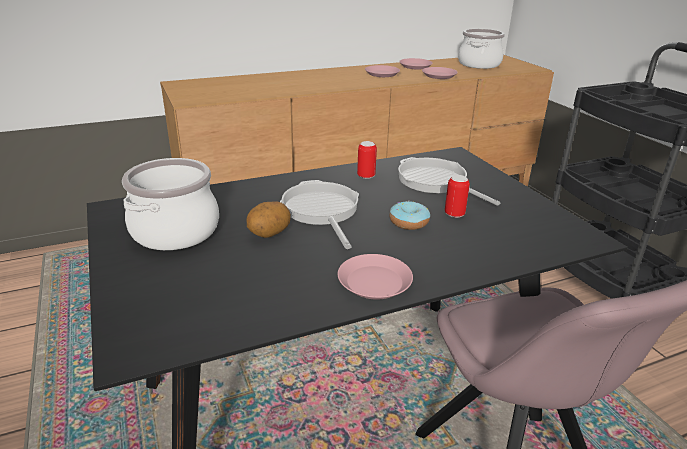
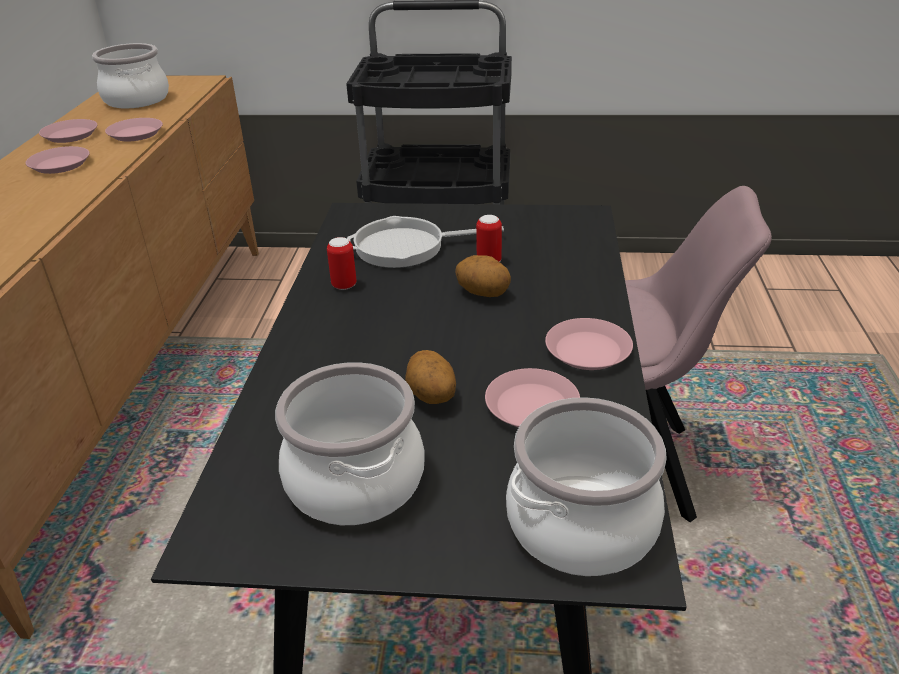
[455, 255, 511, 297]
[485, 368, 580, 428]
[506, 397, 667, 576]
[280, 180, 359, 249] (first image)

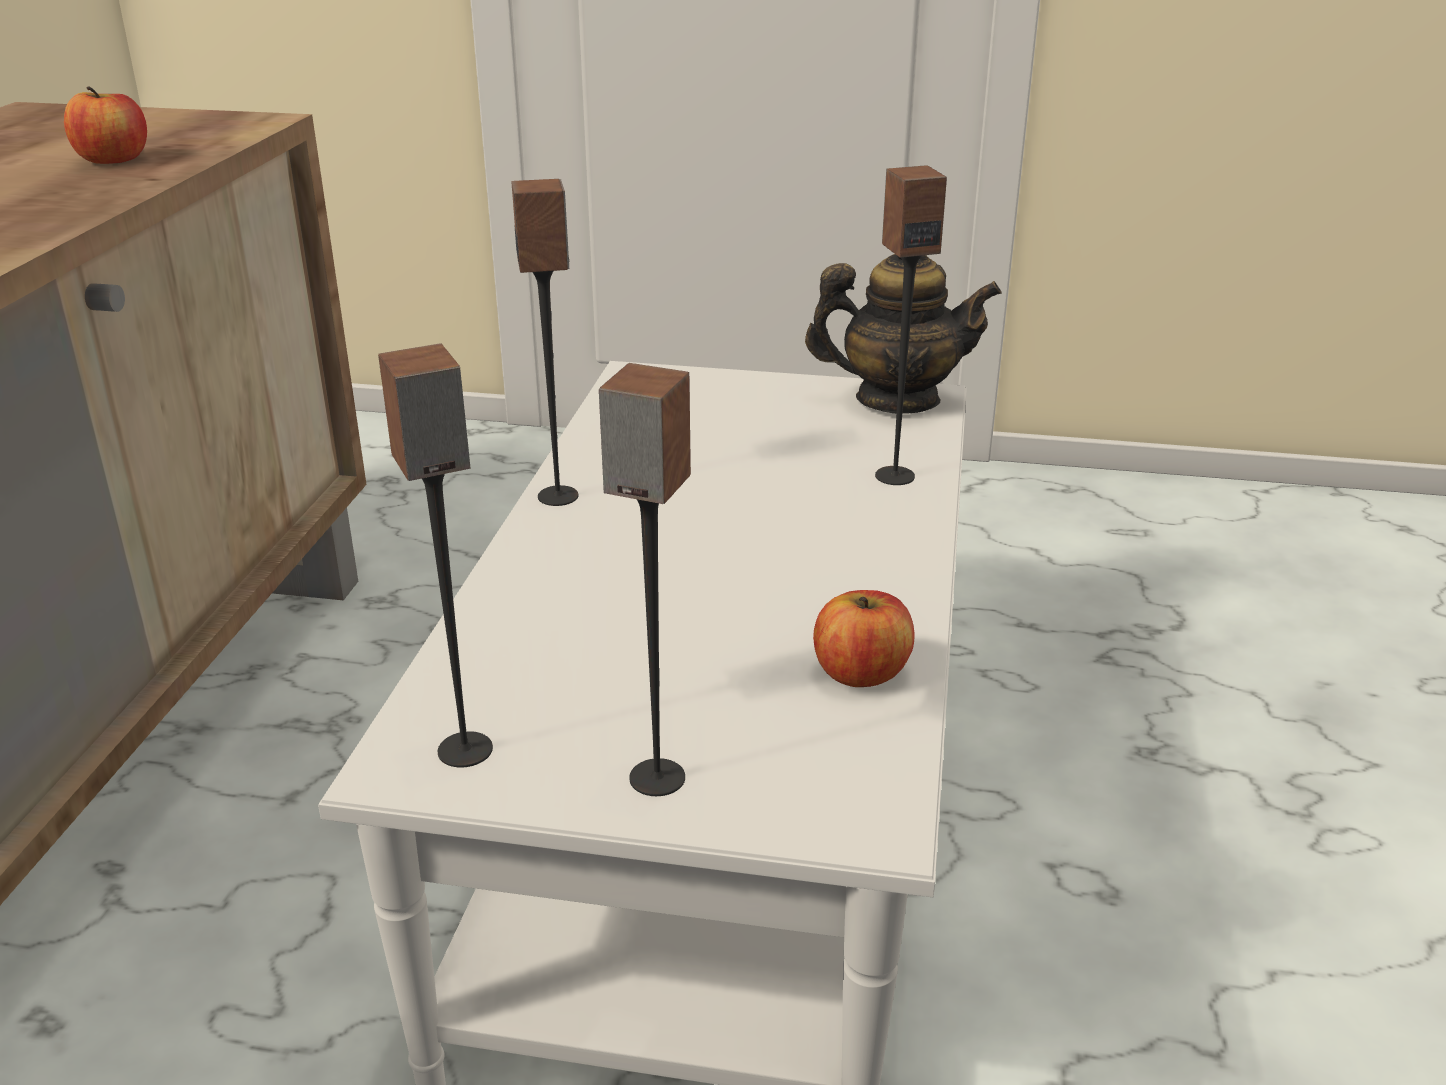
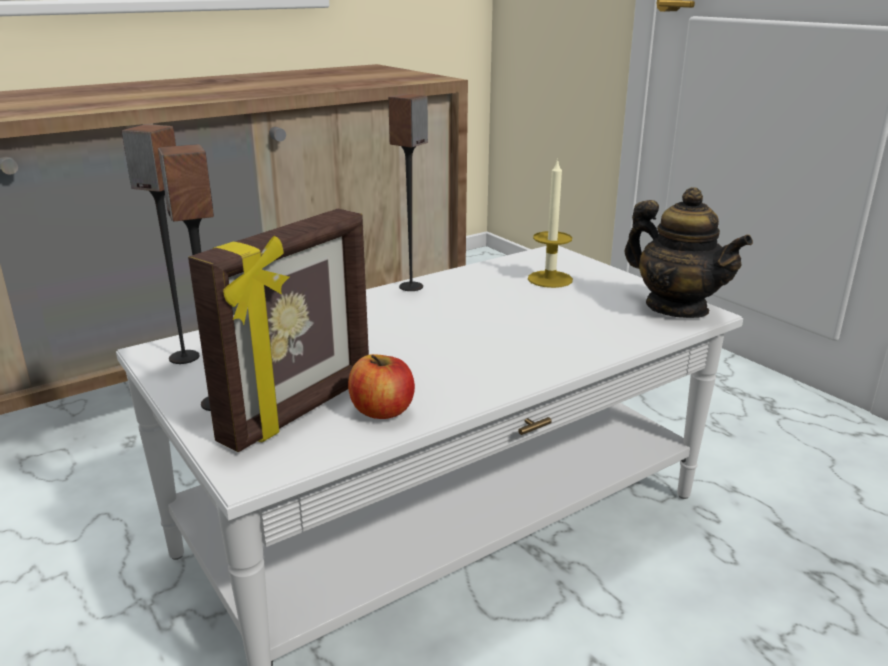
[188, 209, 369, 452]
[528, 158, 573, 288]
[64, 87, 147, 164] (first image)
[875, 165, 947, 485] (first image)

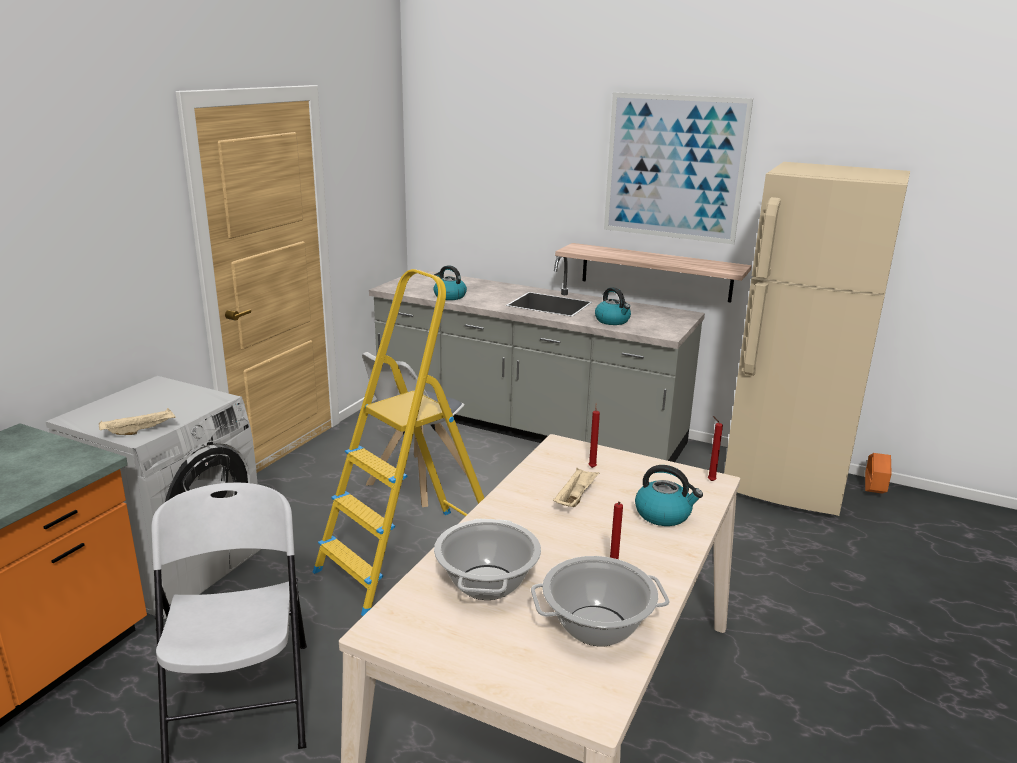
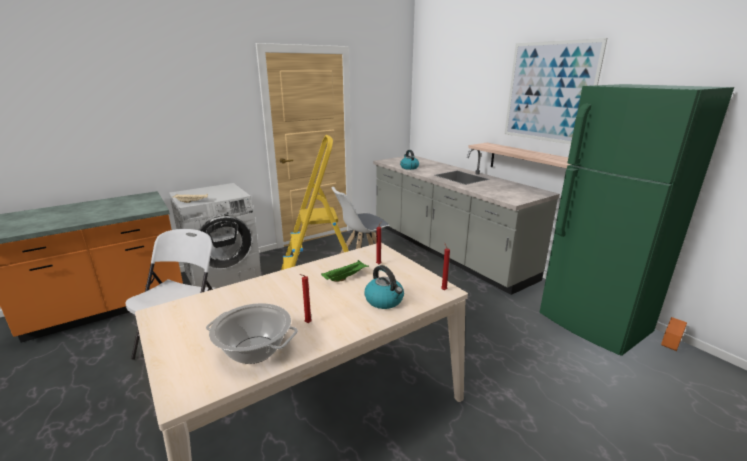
[321, 260, 369, 282]
[539, 84, 734, 356]
[434, 519, 541, 600] (first image)
[595, 287, 631, 325] (first image)

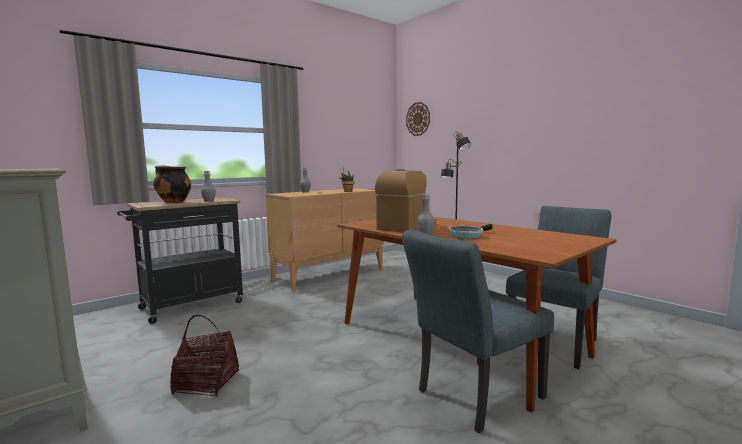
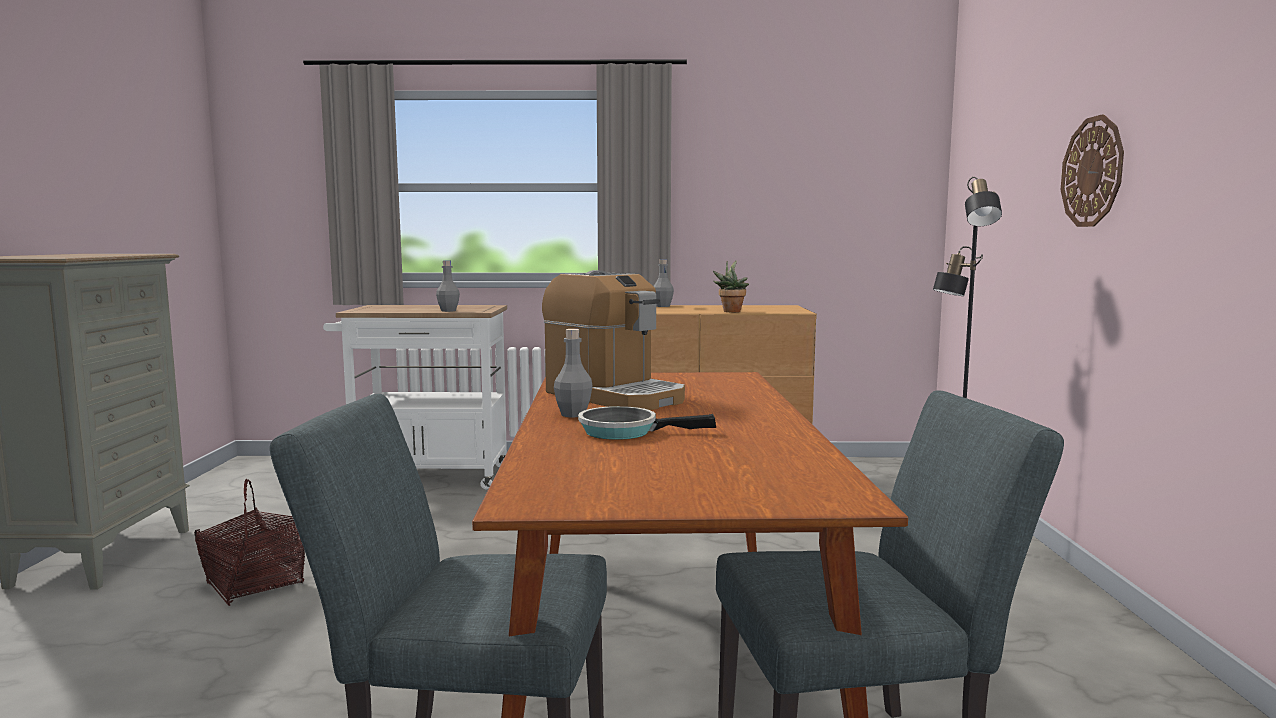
[323, 305, 507, 489]
[542, 270, 685, 410]
[1061, 114, 1124, 227]
[153, 165, 191, 203] (first image)

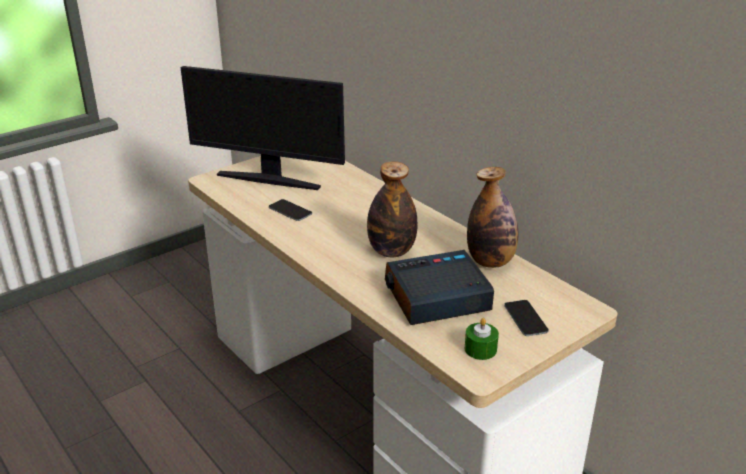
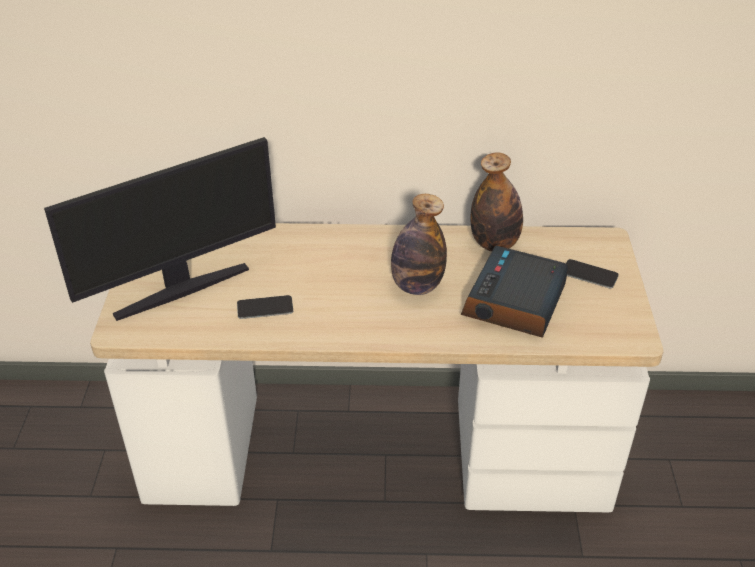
[465, 318, 499, 360] (first image)

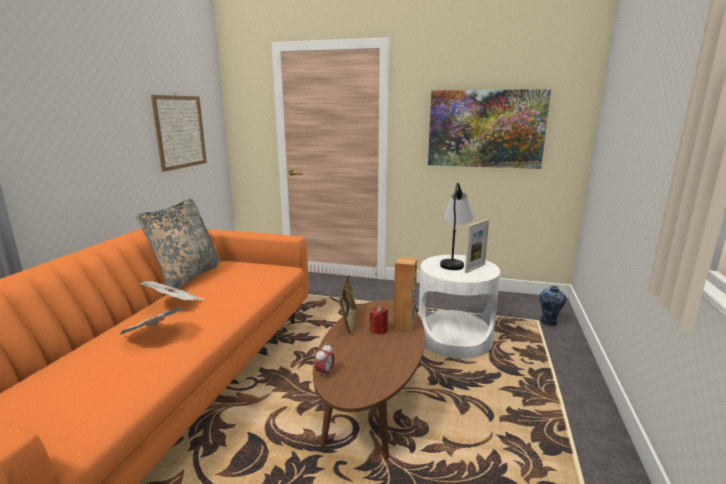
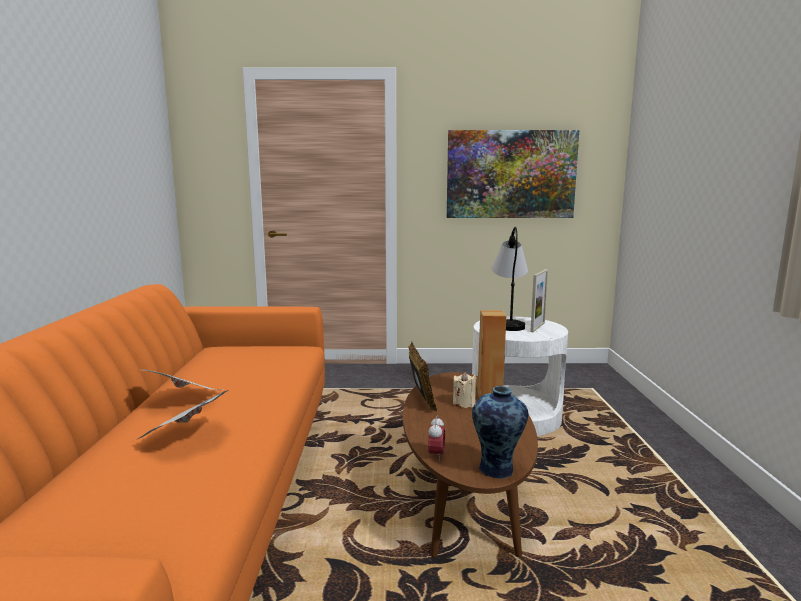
[453, 372, 476, 408]
[472, 386, 528, 479]
[136, 198, 219, 289] (first image)
[151, 93, 207, 172] (first image)

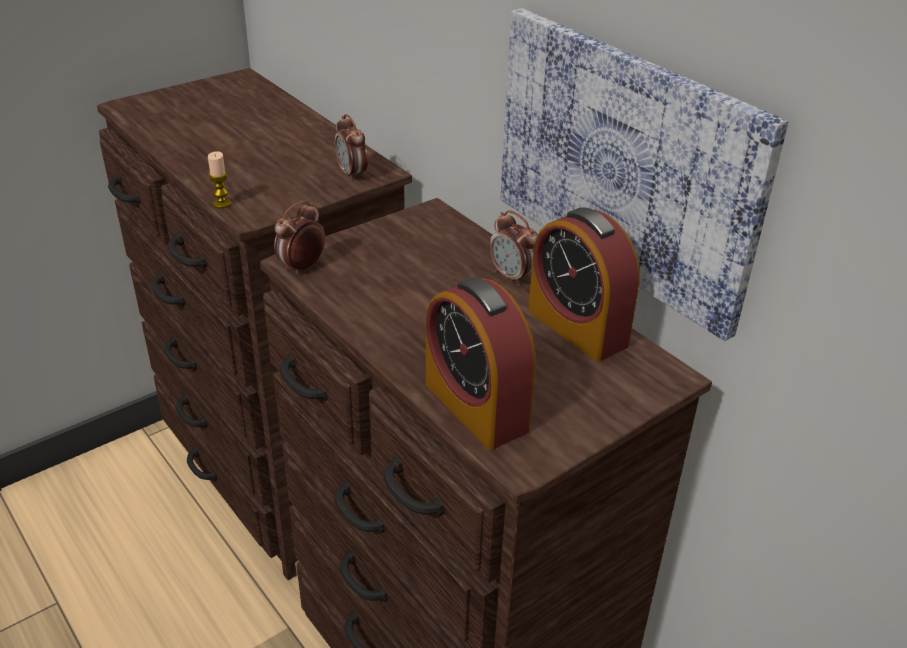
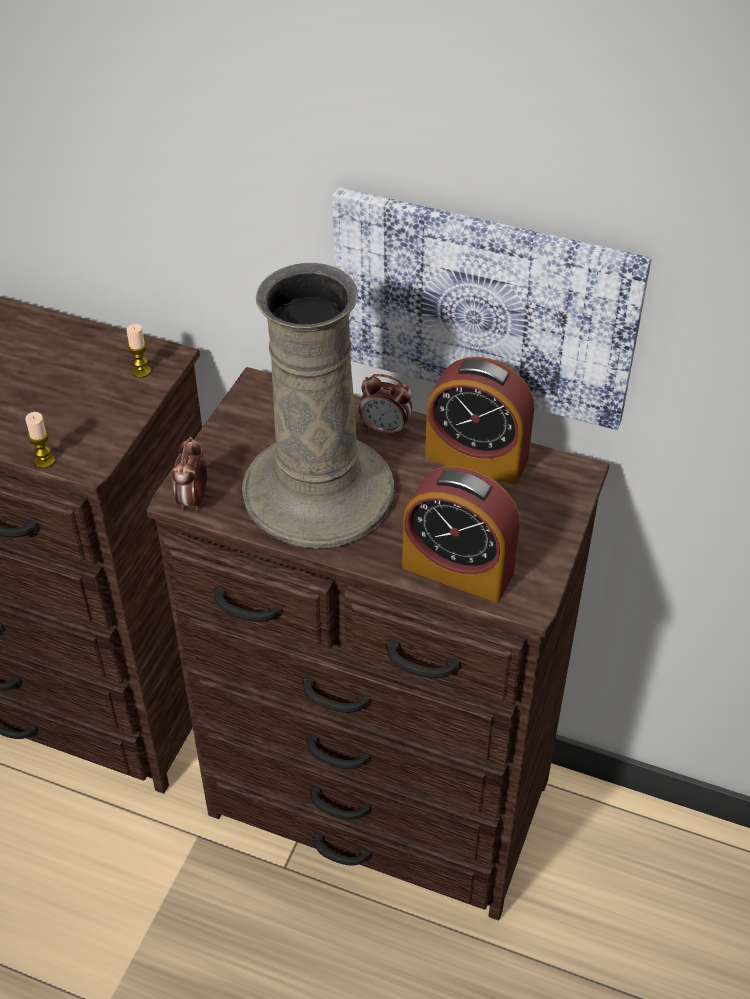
[126, 324, 151, 378]
[242, 263, 395, 549]

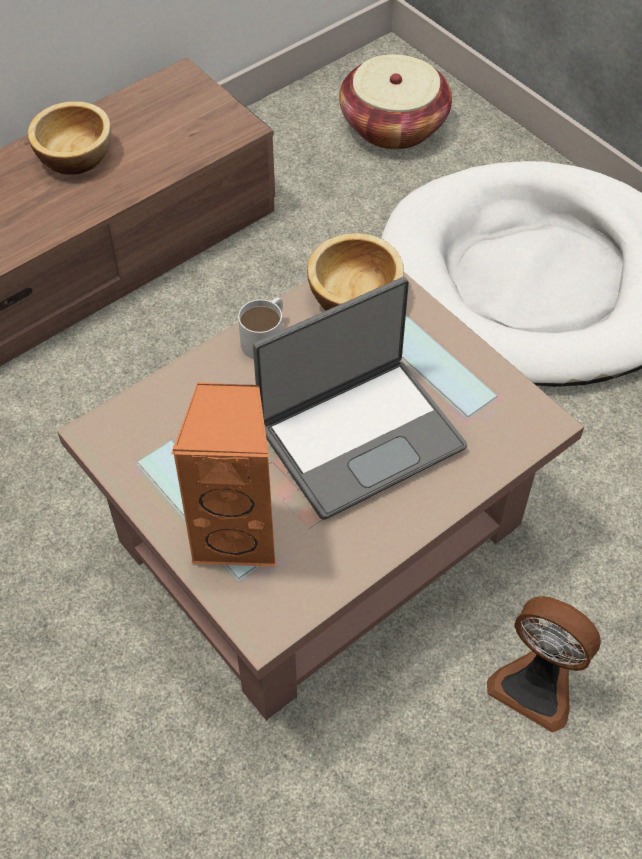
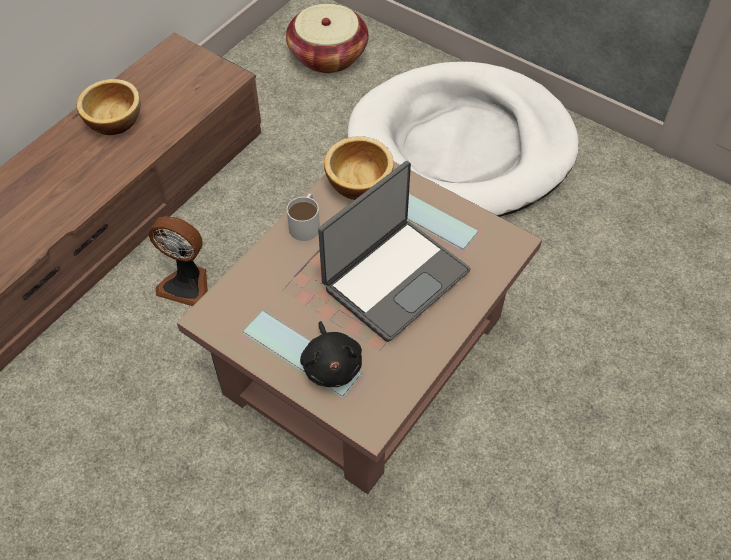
[149, 216, 208, 306]
[300, 321, 362, 387]

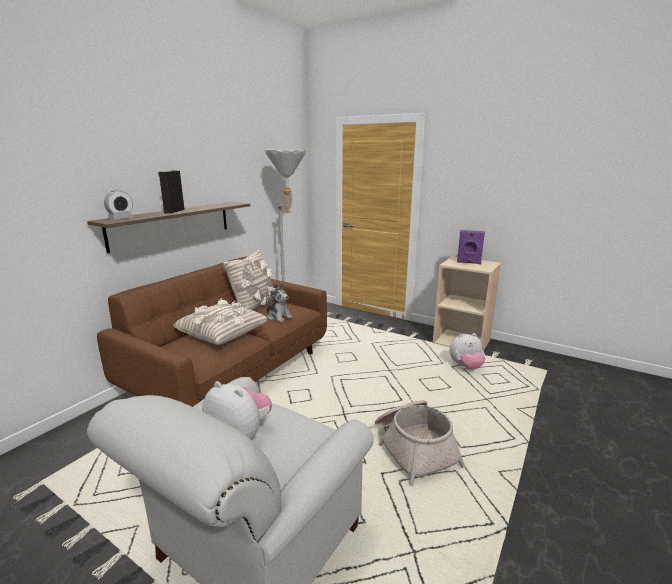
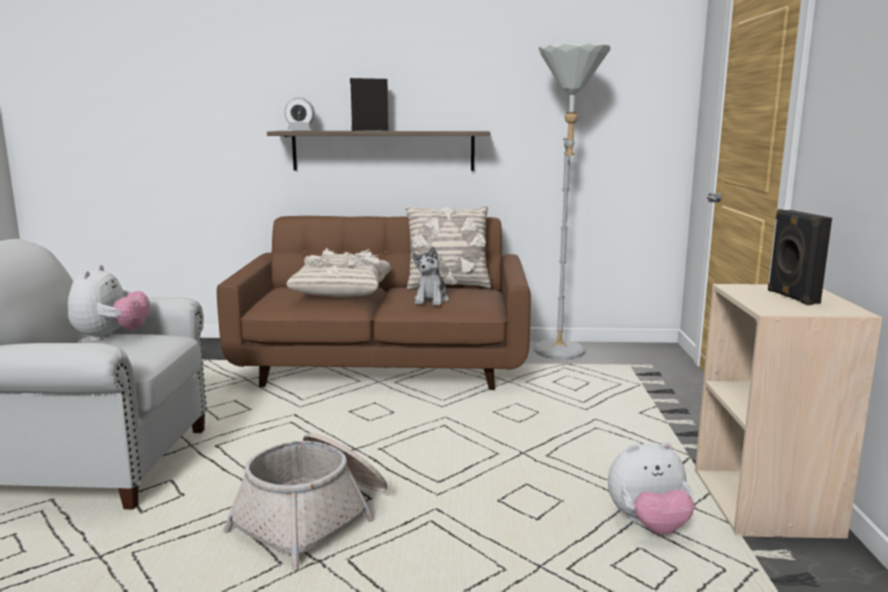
[608, 442, 695, 534]
[768, 209, 832, 305]

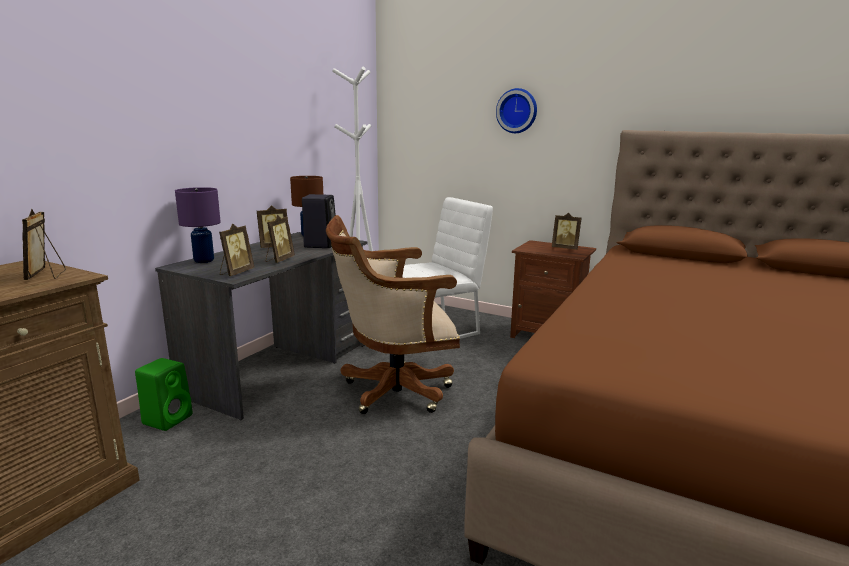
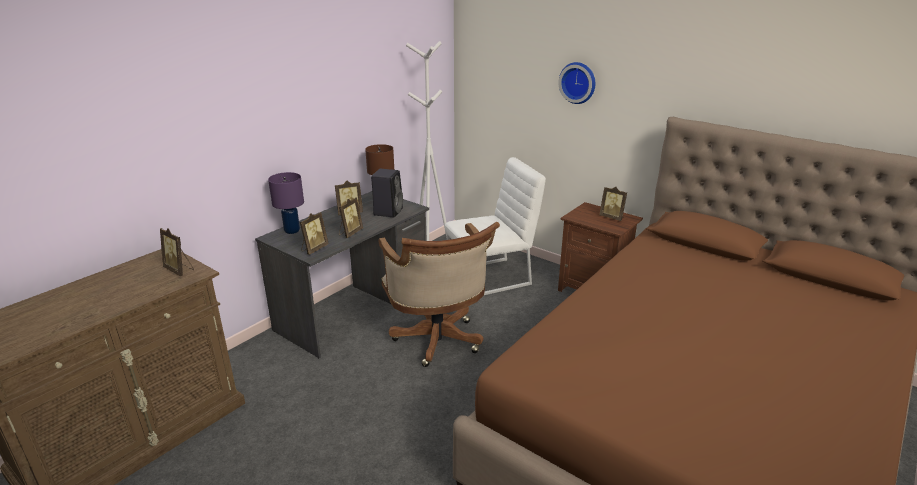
[160, 228, 194, 277]
[379, 222, 500, 367]
[135, 358, 192, 431] (first image)

